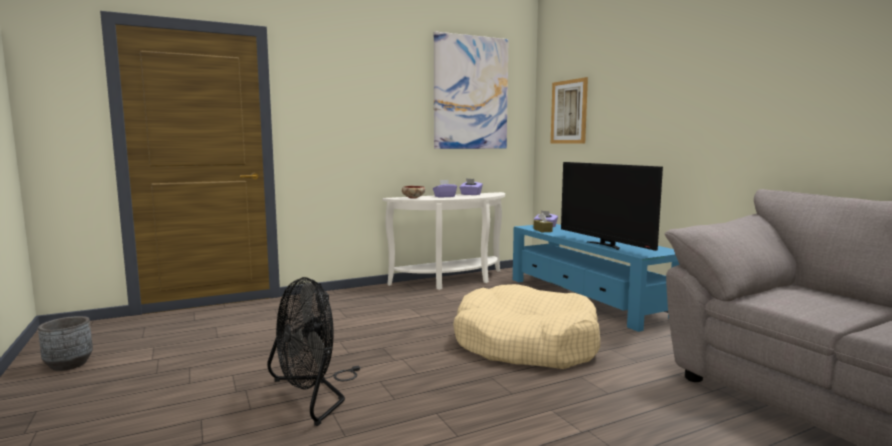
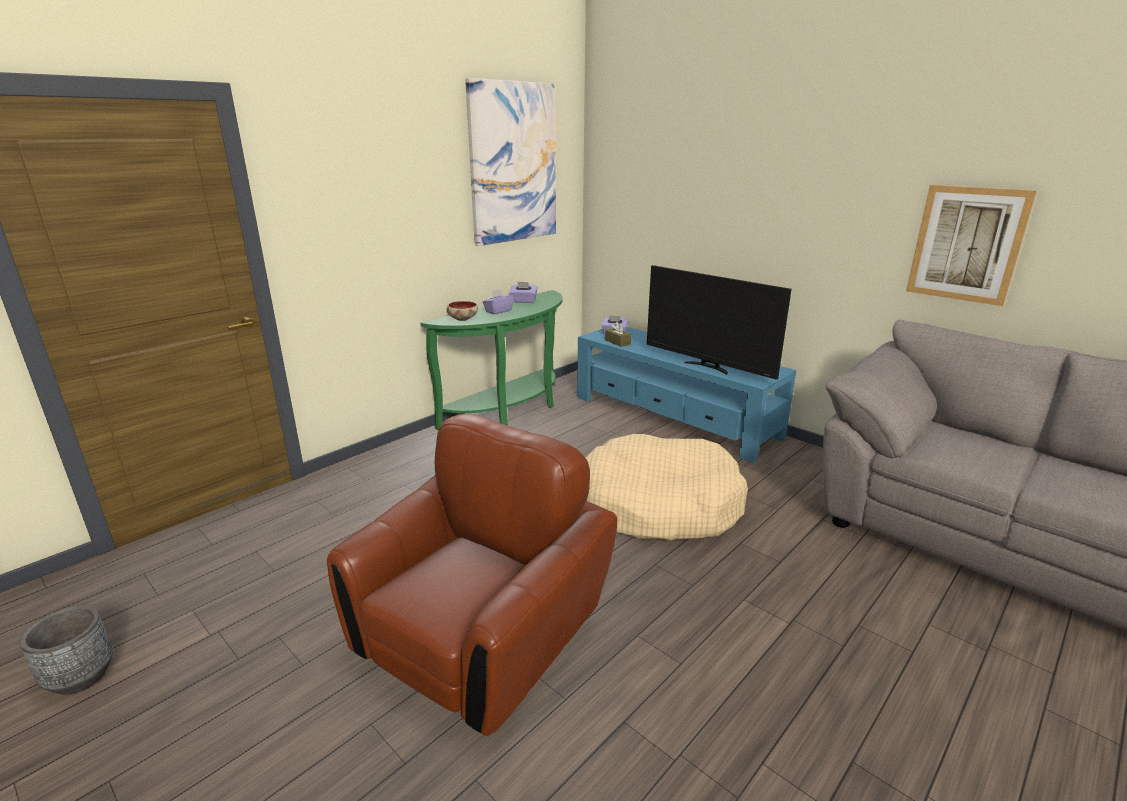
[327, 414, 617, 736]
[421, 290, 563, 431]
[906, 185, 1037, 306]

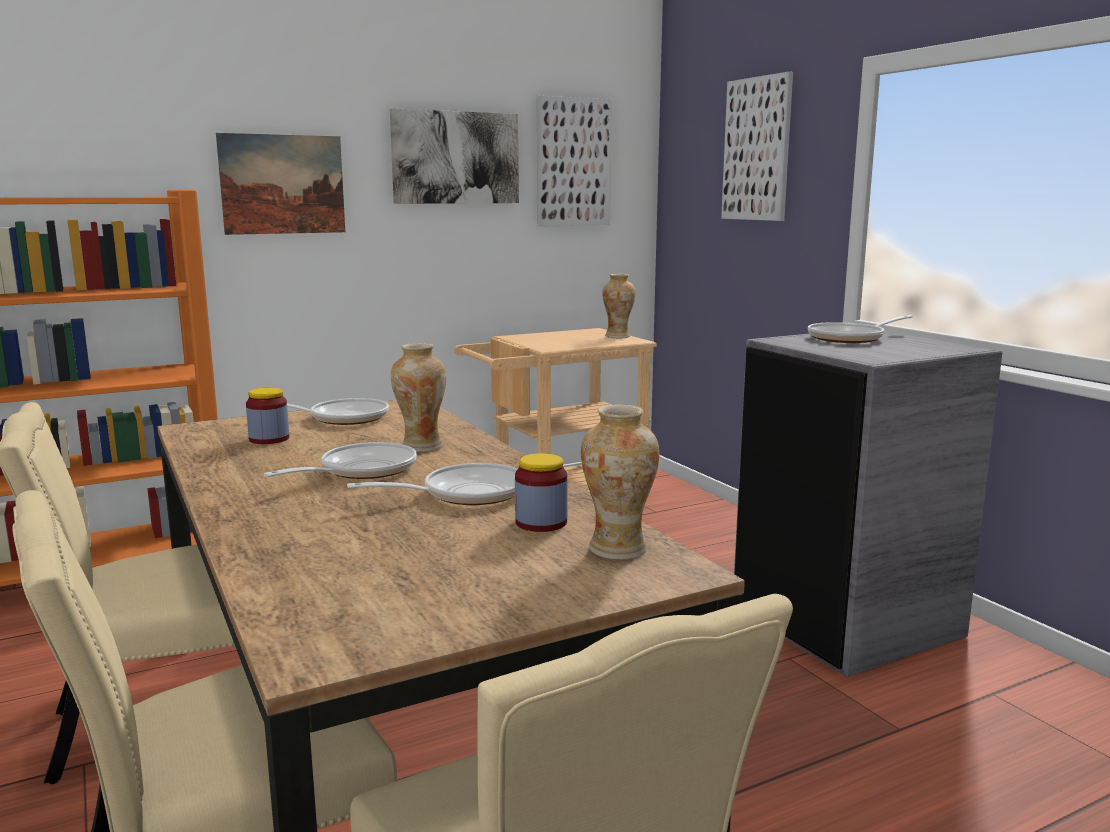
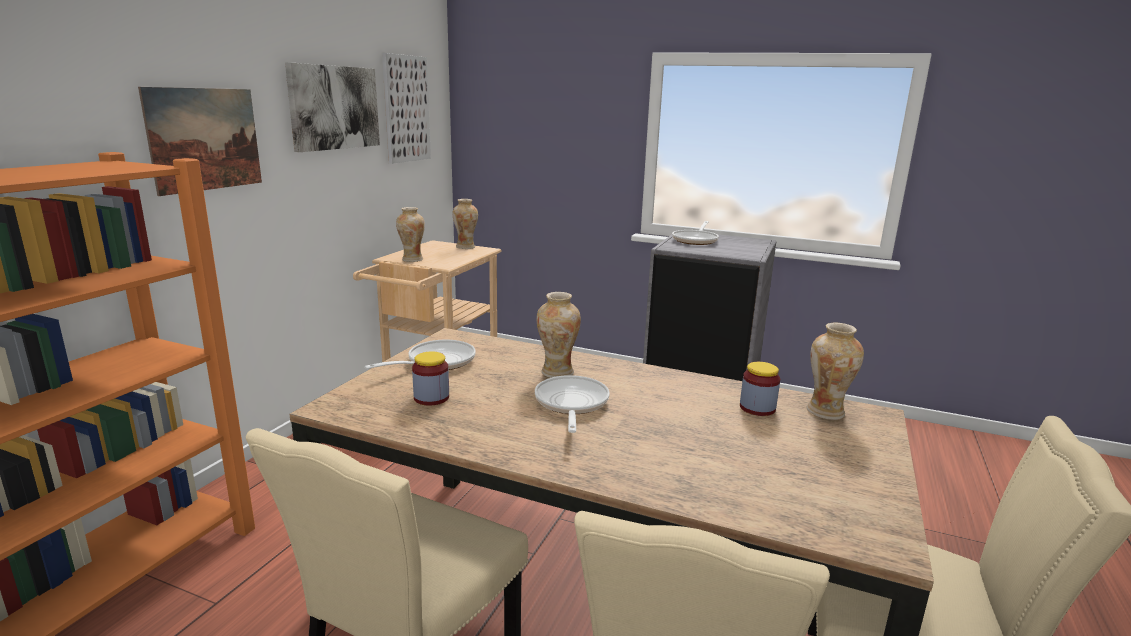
[396, 207, 425, 262]
[347, 463, 517, 505] (first image)
[721, 71, 793, 221] (first image)

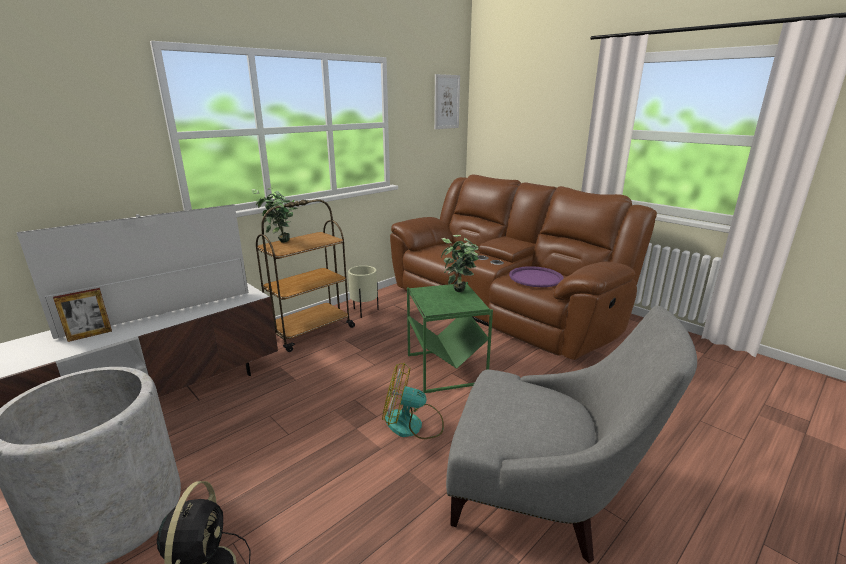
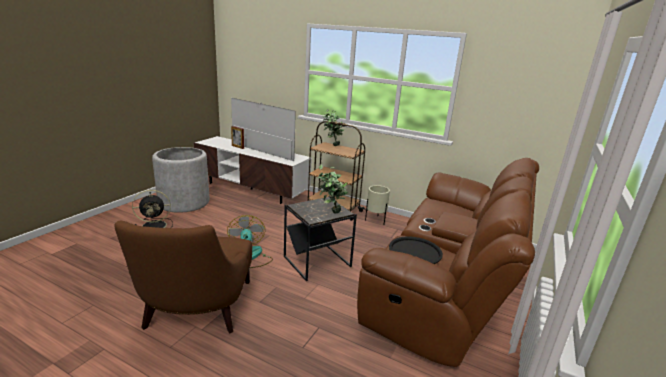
[114, 221, 252, 333]
[284, 196, 357, 281]
[389, 236, 443, 264]
[434, 74, 460, 129] (first image)

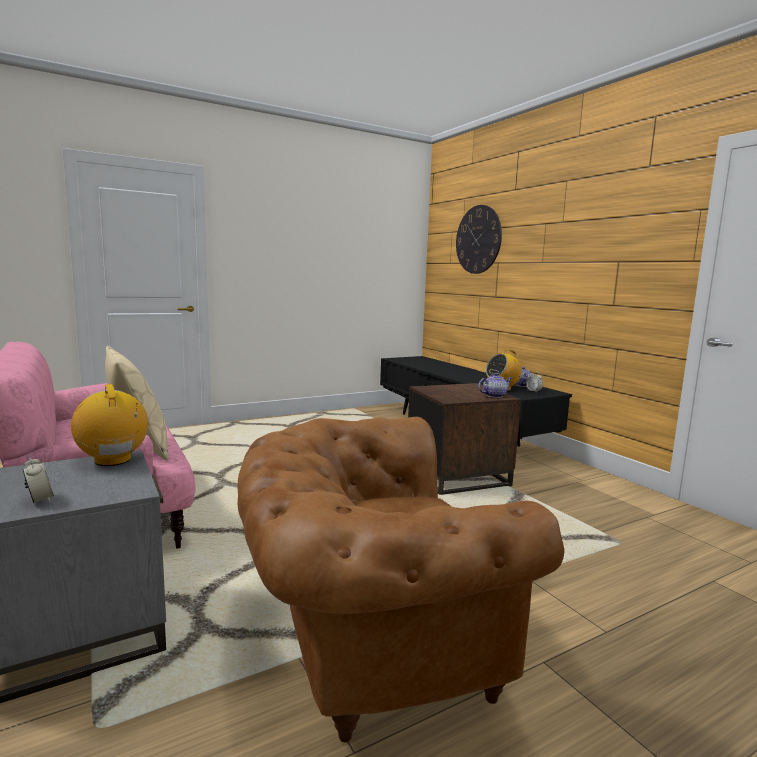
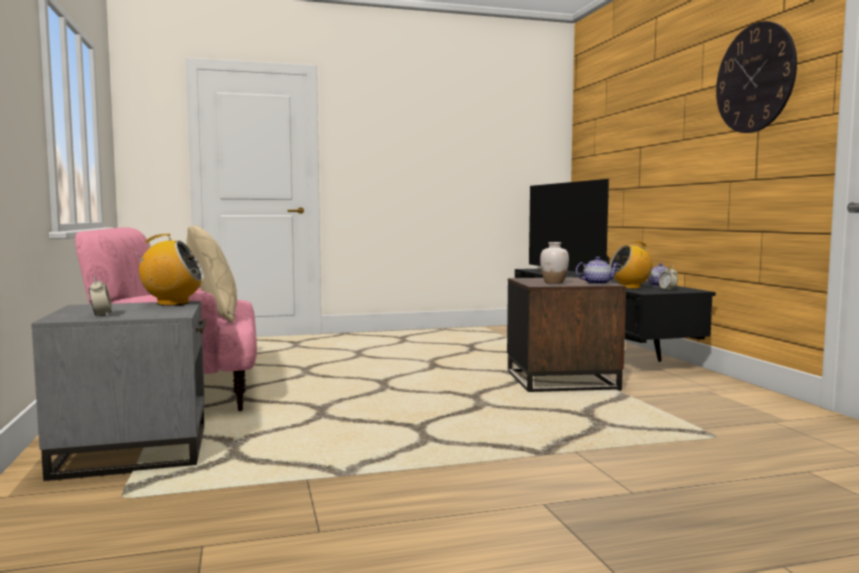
[132, 234, 204, 306]
[529, 179, 609, 278]
[540, 242, 569, 284]
[716, 21, 797, 133]
[238, 417, 564, 742] (first image)

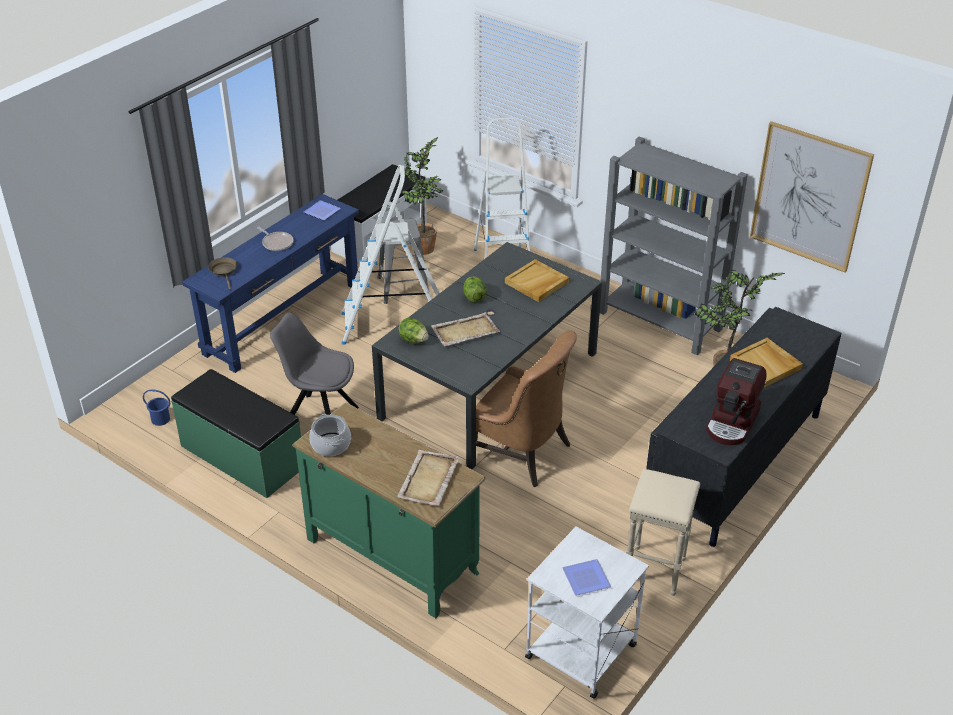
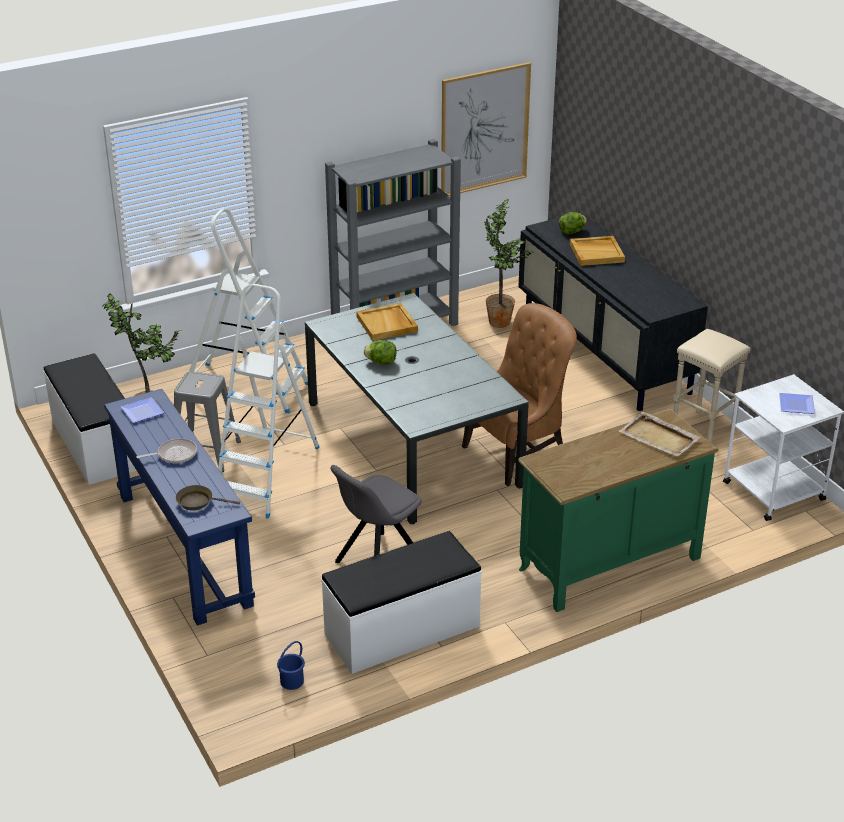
[321, 531, 482, 674]
[559, 212, 587, 234]
[309, 414, 351, 456] (first image)
[431, 312, 500, 347] (first image)
[706, 358, 767, 445] (first image)

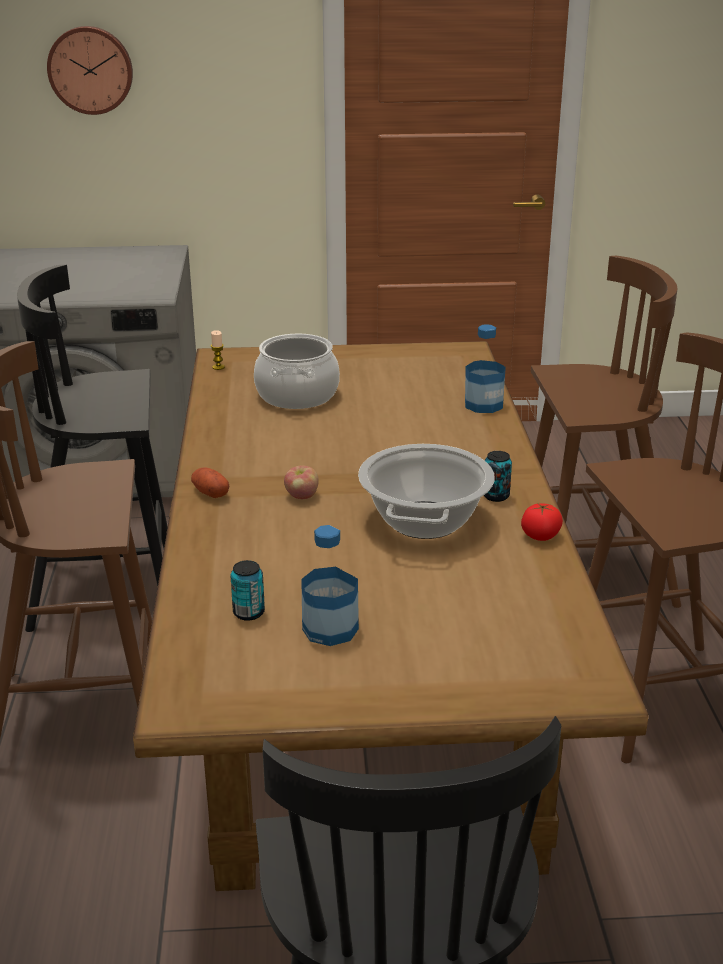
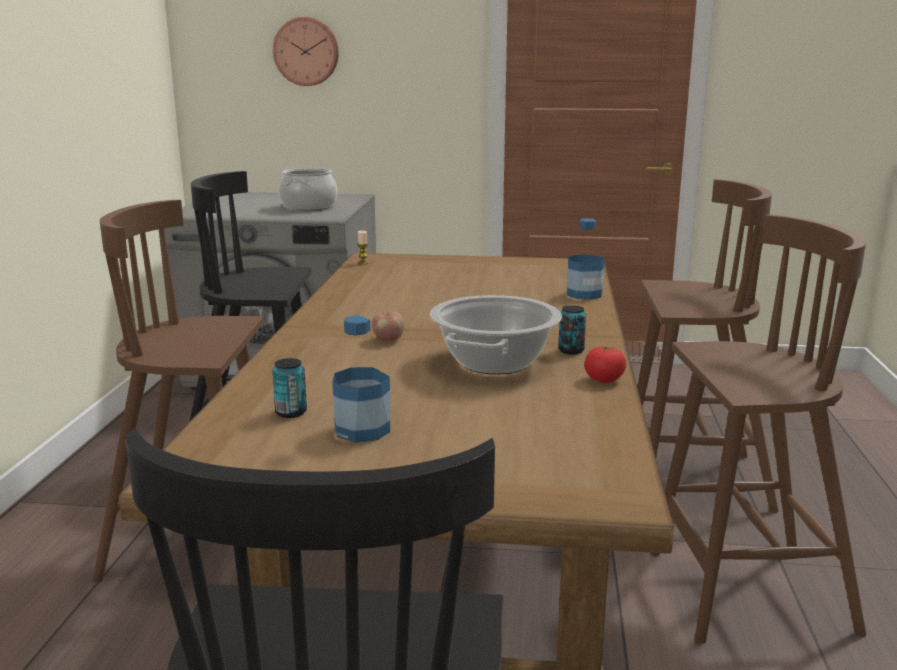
[279, 168, 337, 210]
[191, 467, 229, 498] (first image)

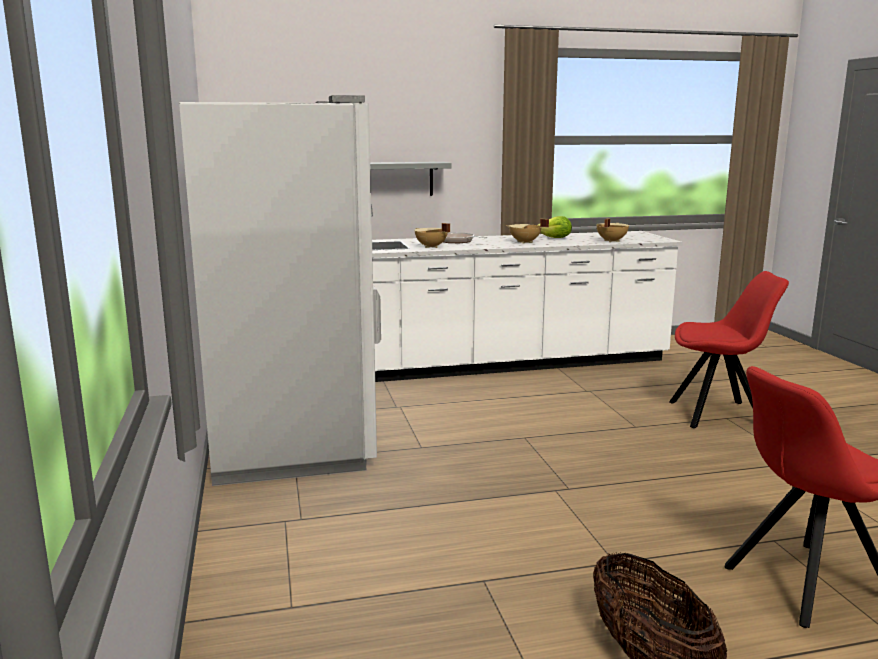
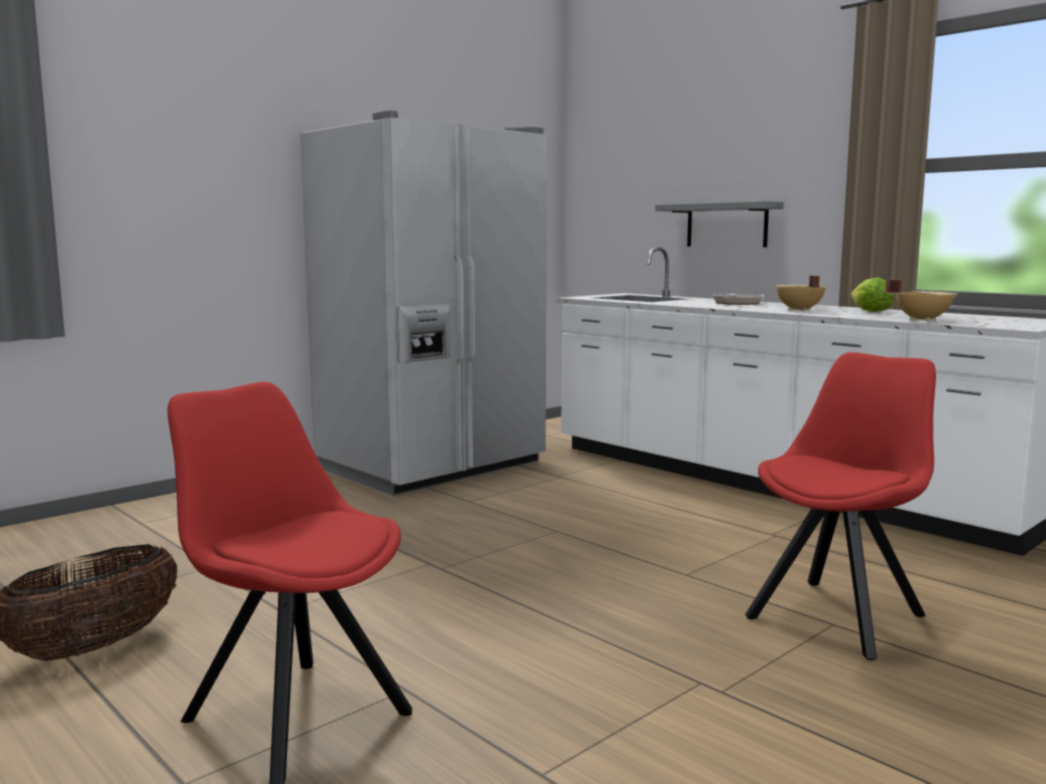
[745, 352, 936, 660]
[414, 223, 450, 248] (first image)

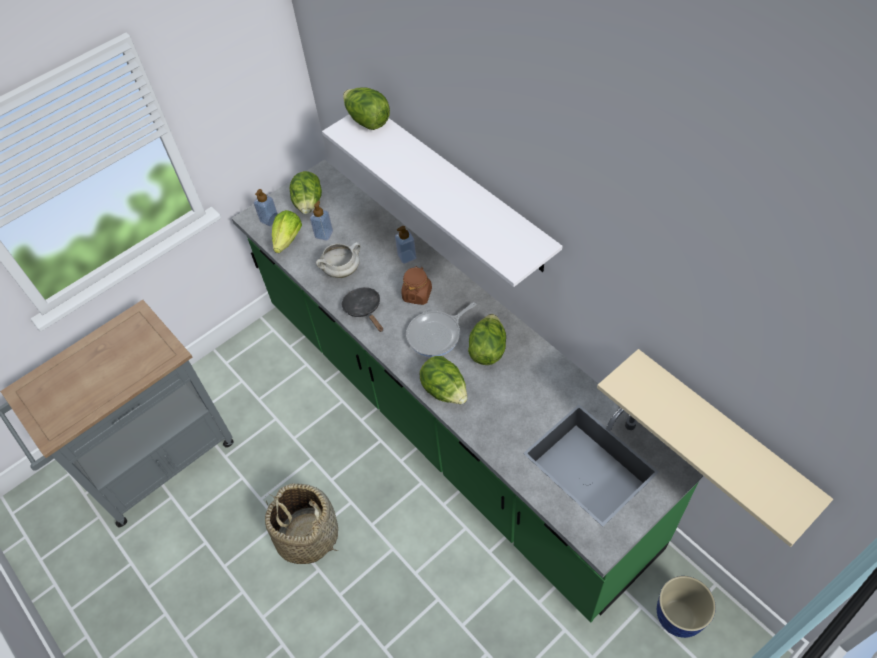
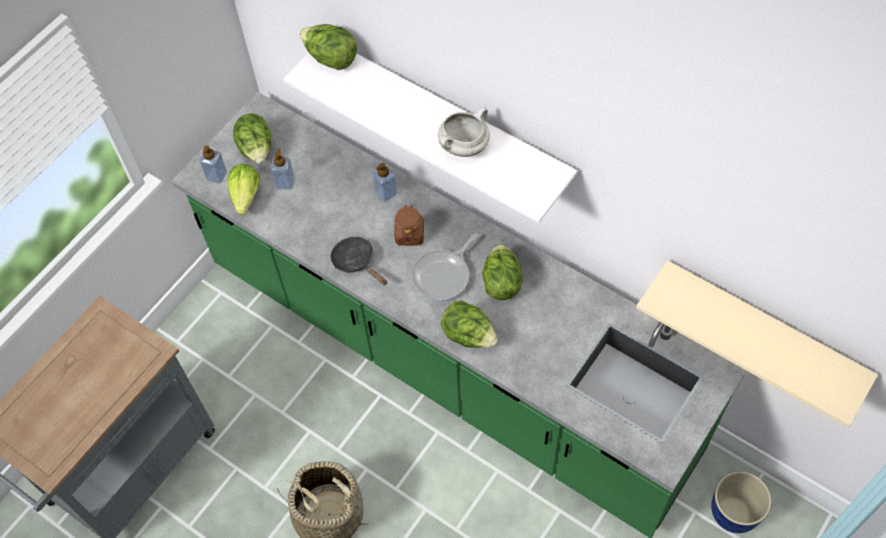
[438, 107, 490, 157]

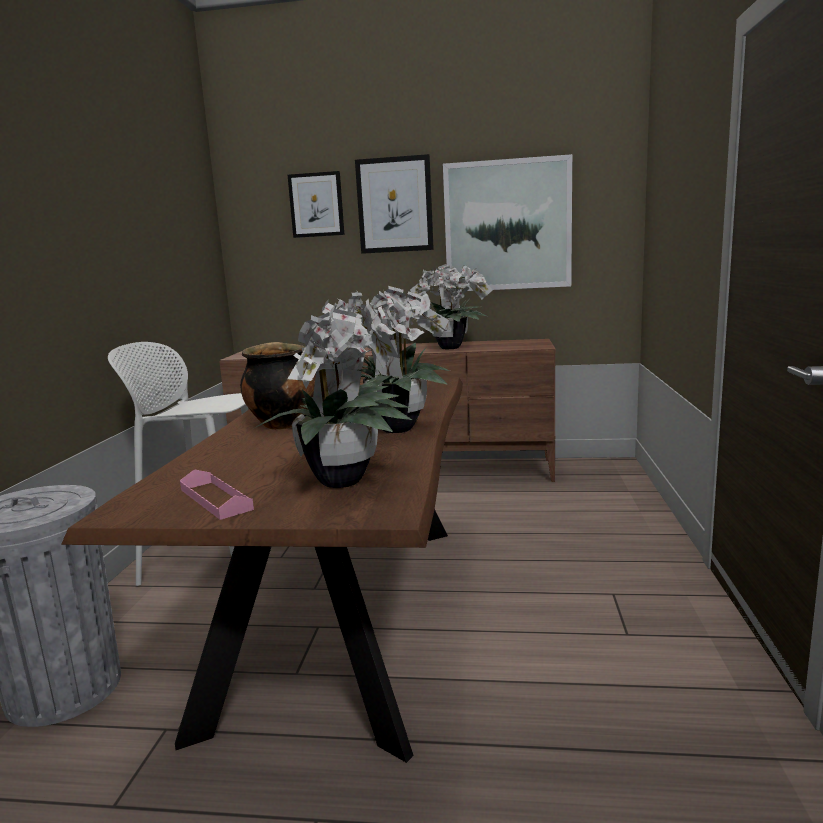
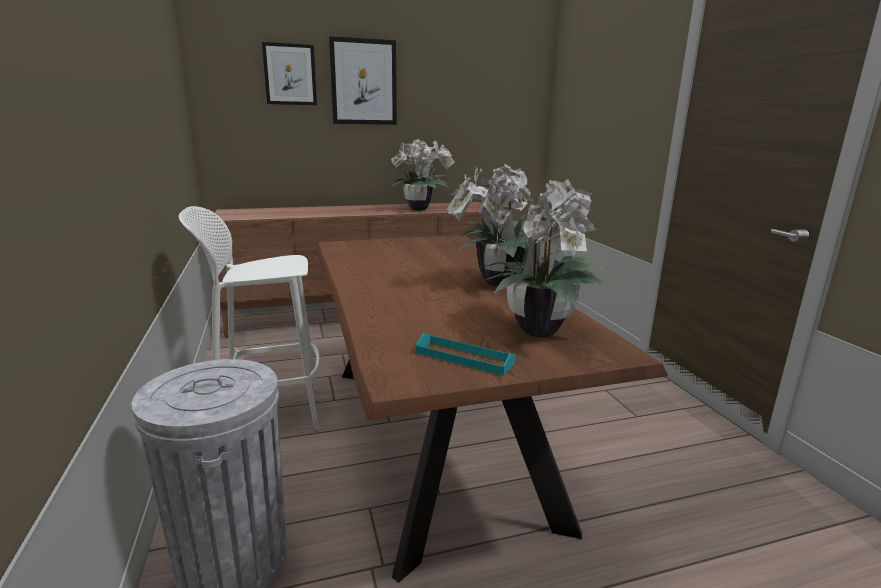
[416, 333, 515, 376]
[240, 342, 315, 430] (first image)
[443, 154, 572, 291] (first image)

